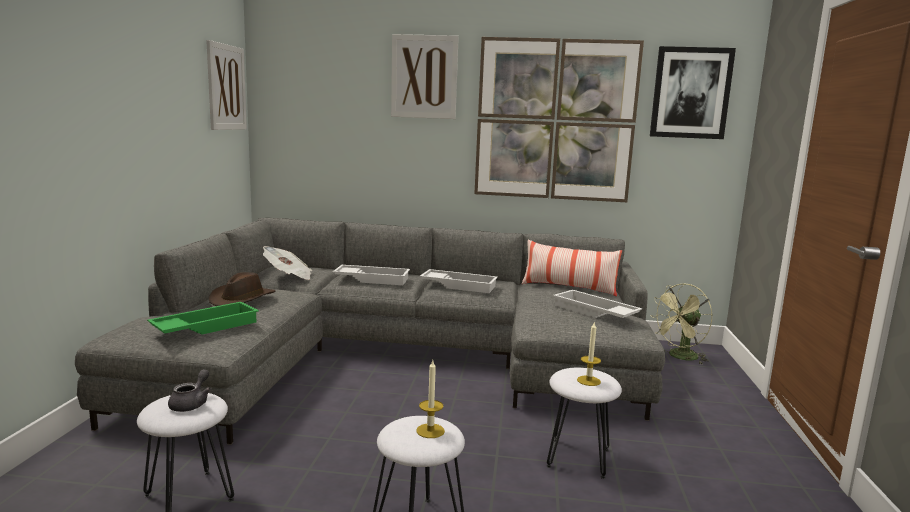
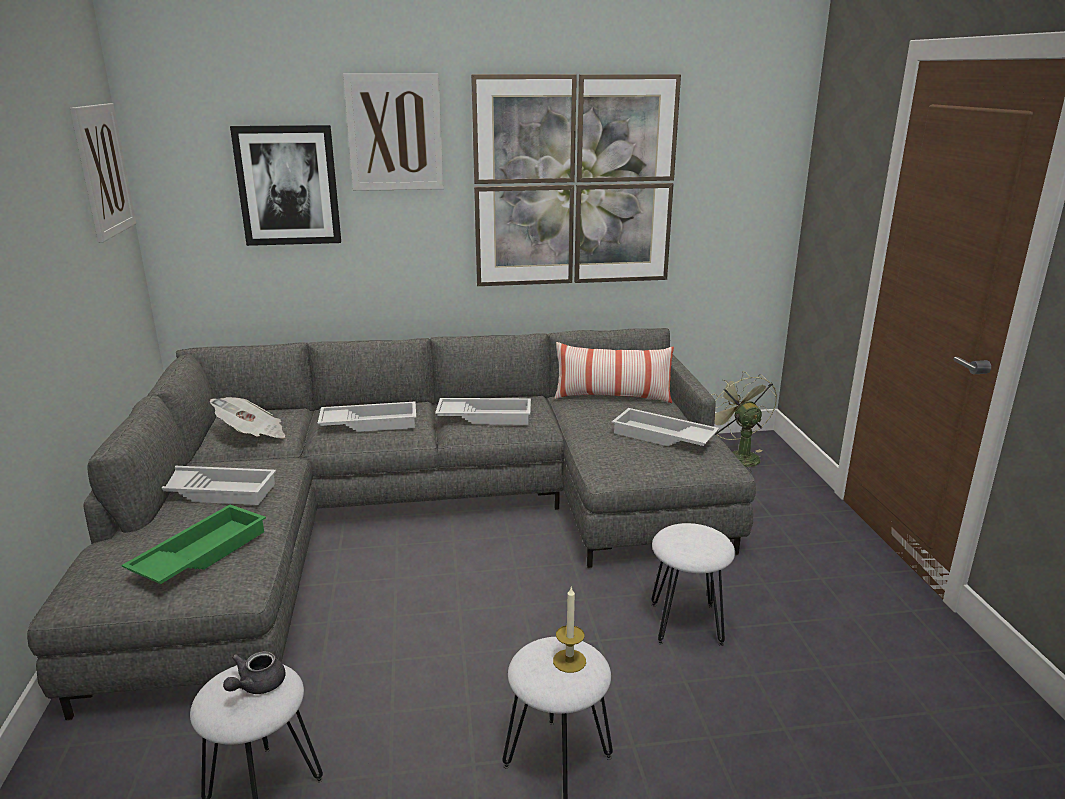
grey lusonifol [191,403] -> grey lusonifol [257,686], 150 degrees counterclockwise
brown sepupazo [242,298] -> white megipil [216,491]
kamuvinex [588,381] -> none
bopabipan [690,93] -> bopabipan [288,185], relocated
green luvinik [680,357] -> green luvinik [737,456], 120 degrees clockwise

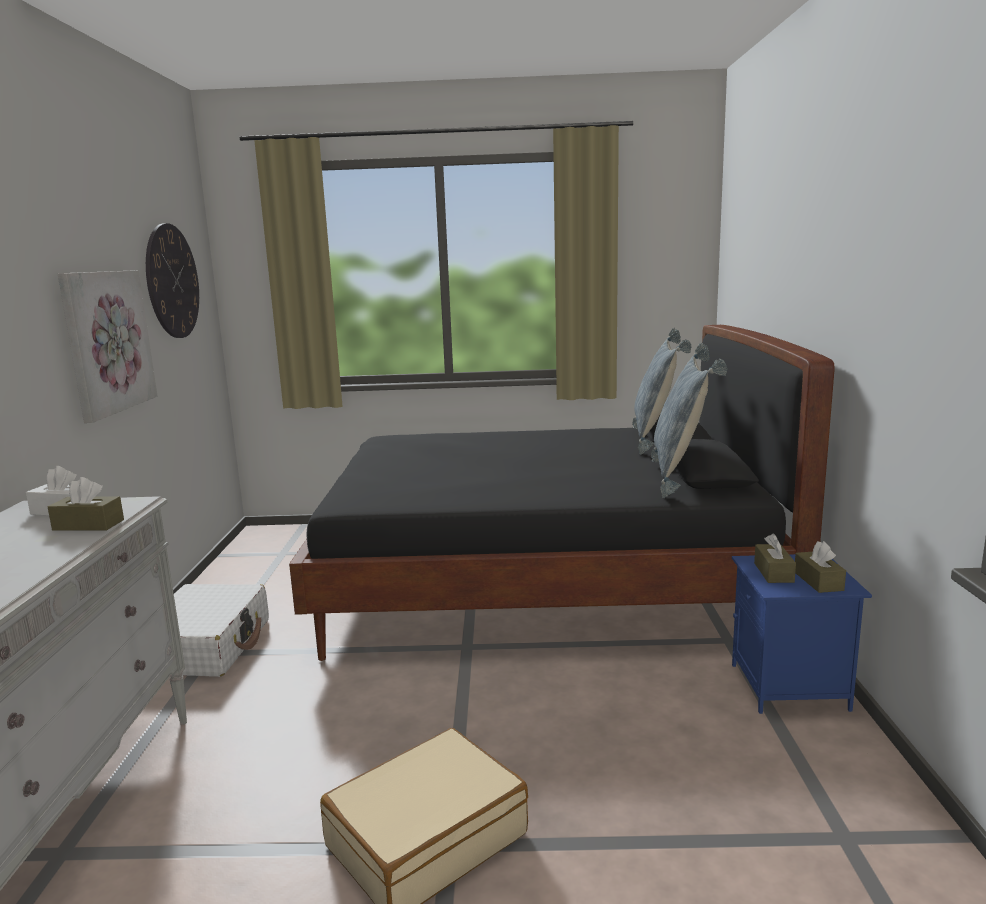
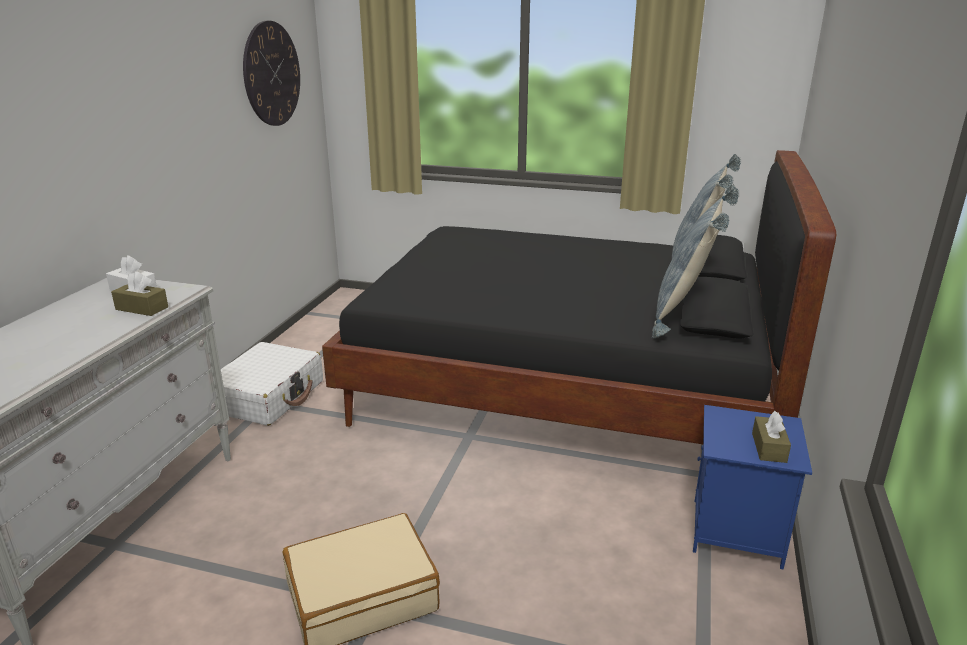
bopabipan [107,342] -> none
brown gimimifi [773,572] -> none

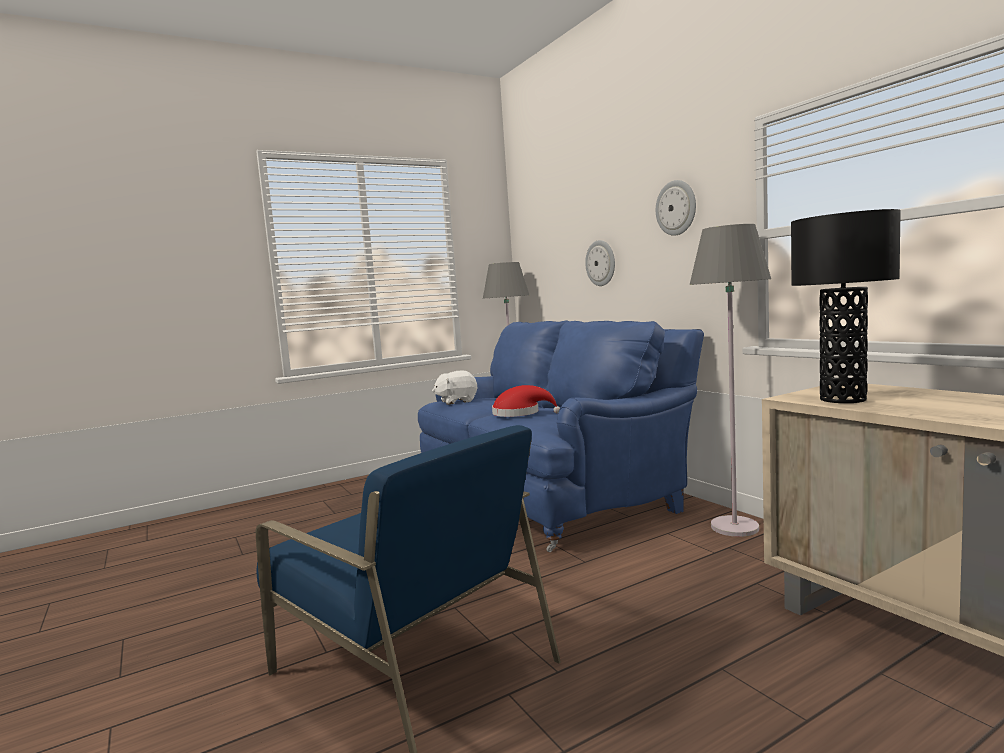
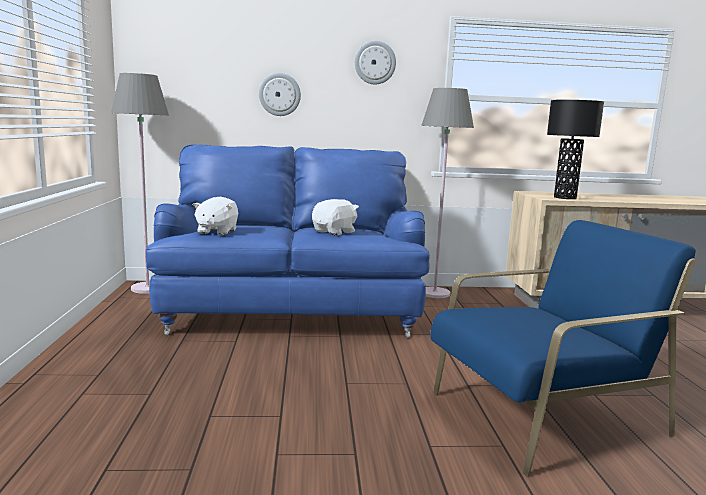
red sepupazo [520,413] -> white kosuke [335,232]

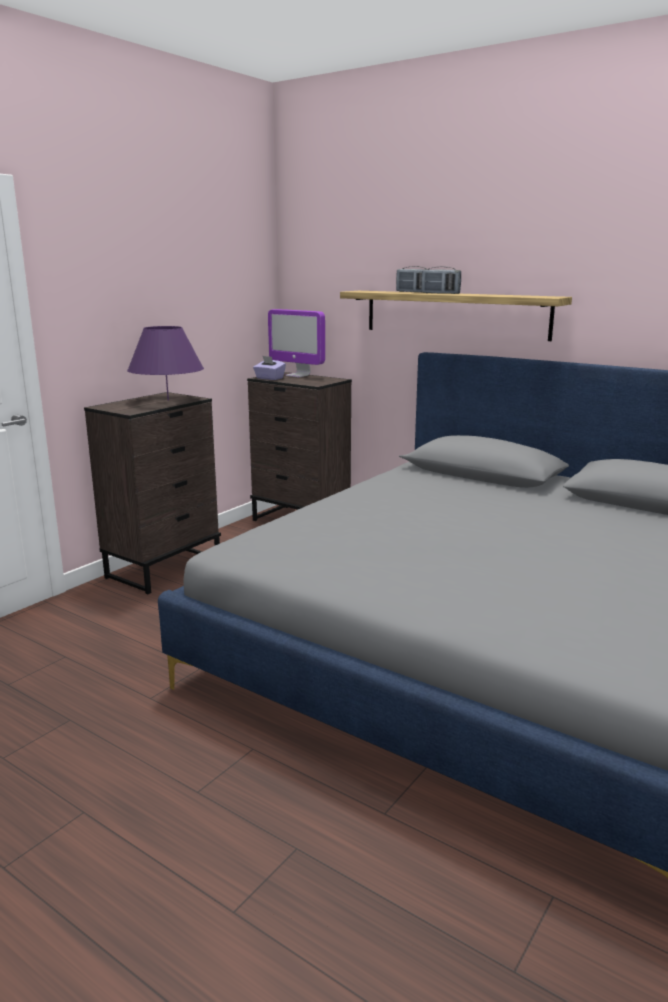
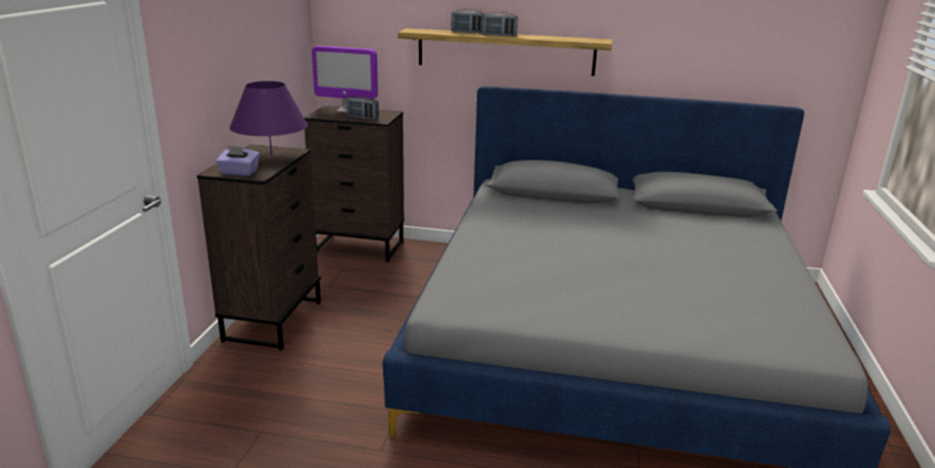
purple gimimifi [269,378] -> purple gimimifi [239,173], relocated
none -> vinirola [362,118]

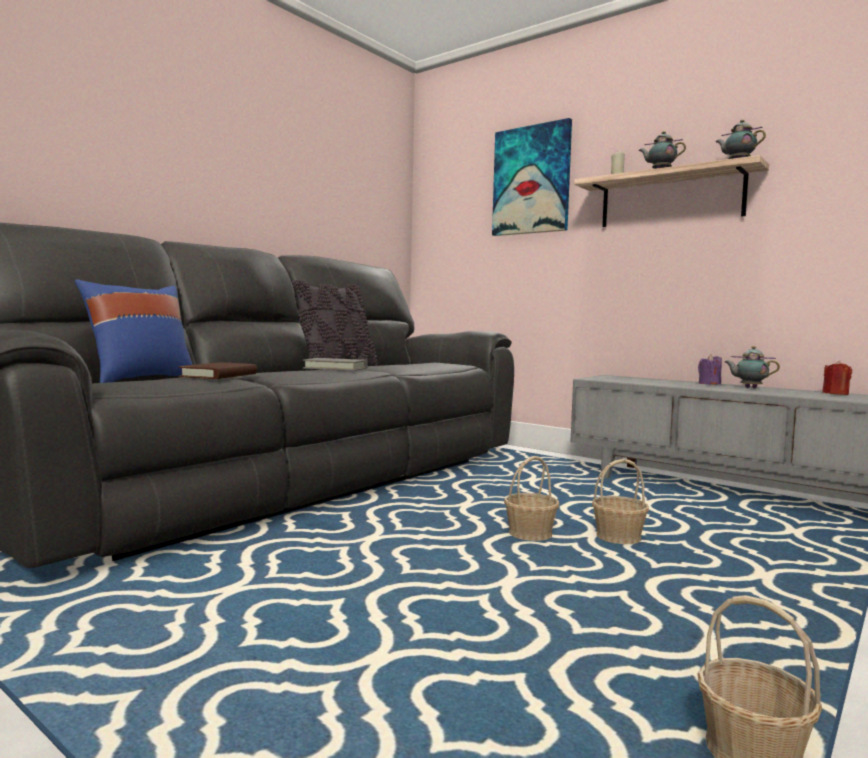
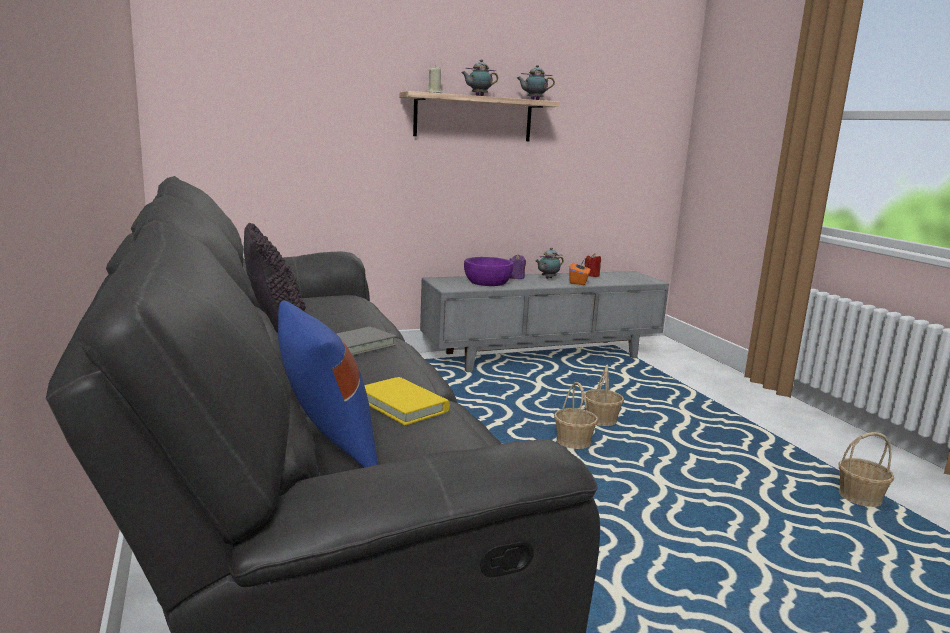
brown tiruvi [219,375] -> yellow tiruvi [402,405]
bopabipan [531,180] -> none
none -> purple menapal [487,282]
none -> orange gimimifi [578,282]

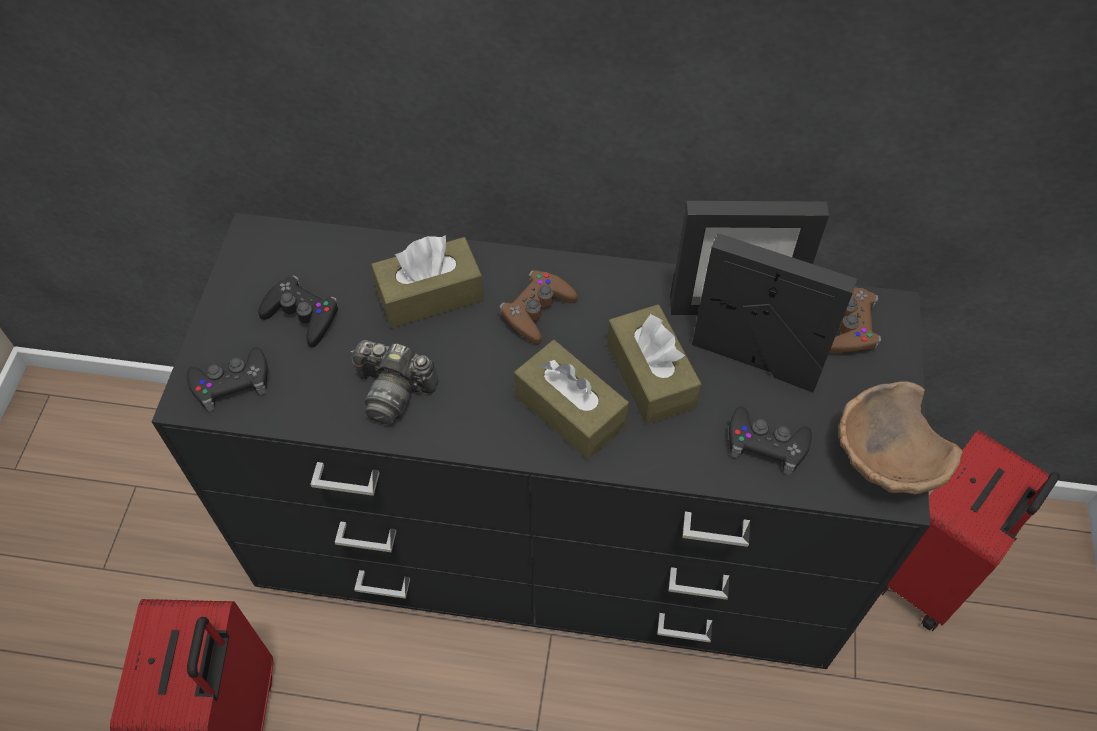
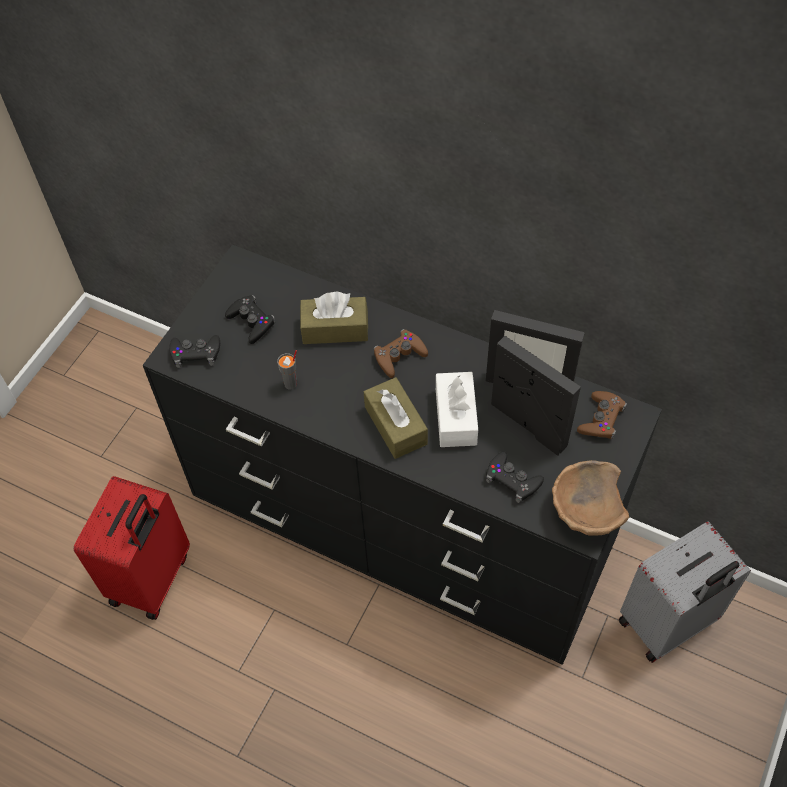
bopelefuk [393,391] -> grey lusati [291,384]
brown gimimifi [650,375] -> white gimimifi [456,417]
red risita [930,574] -> grey risita [667,624]

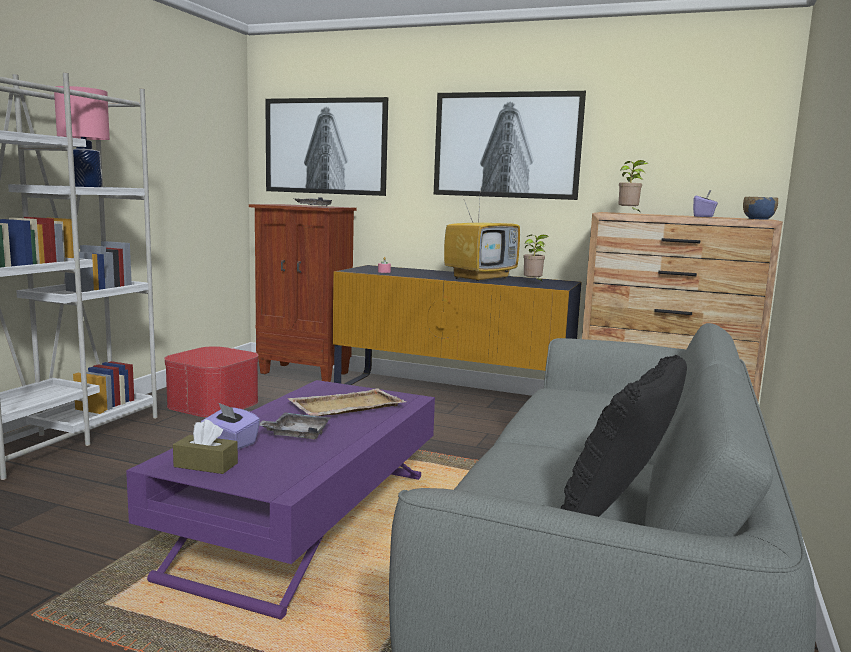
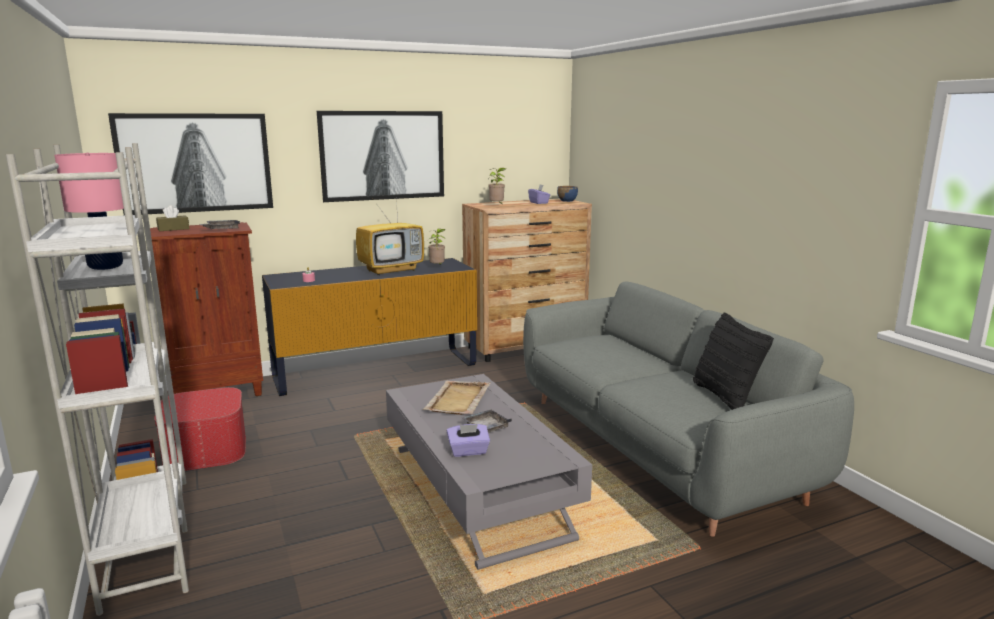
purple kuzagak [305,522] -> grey kuzagak [477,492]
brown gimimifi [206,465] -> brown gimimifi [173,229], relocated
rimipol [480,278] -> rimipol [392,270], 60 degrees clockwise

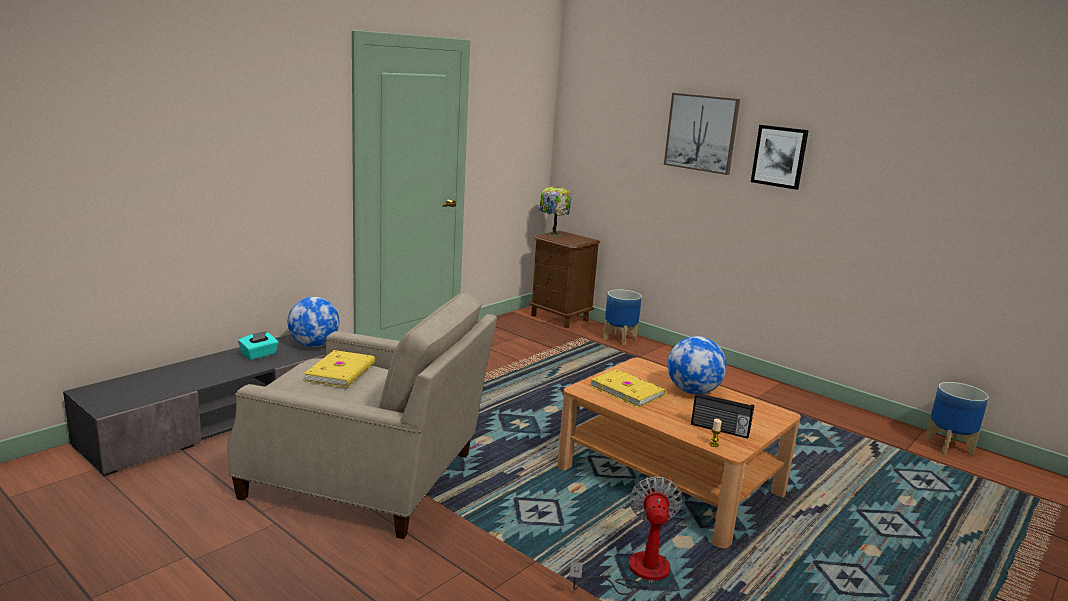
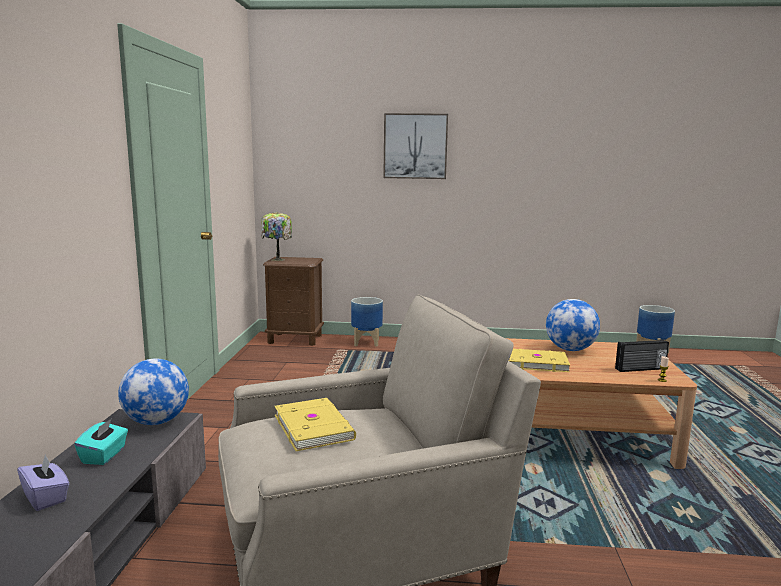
luvinik [636,572] -> none
bopabipan [779,156] -> none
none -> purple gimimifi [46,497]

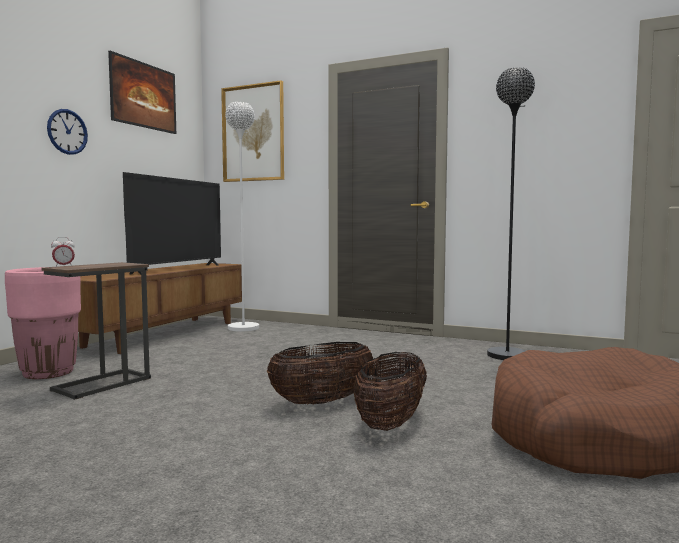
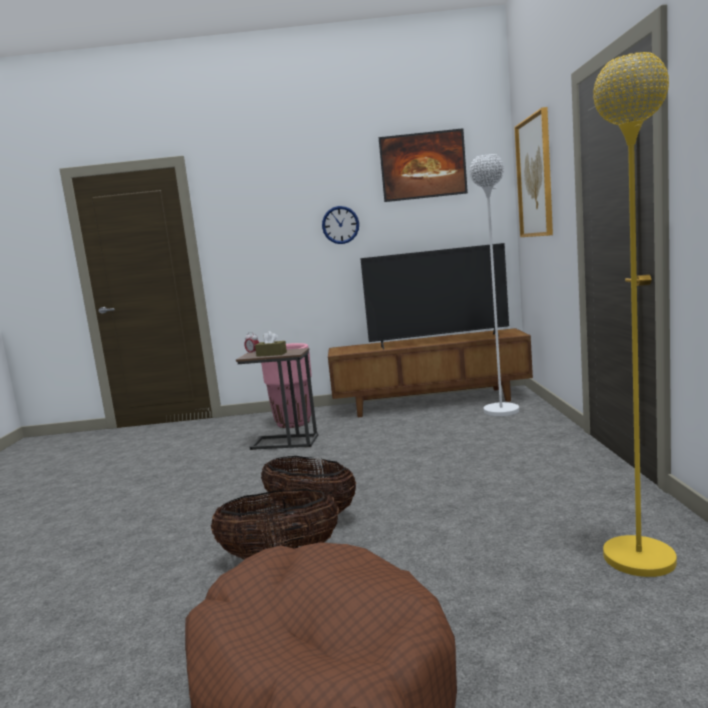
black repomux [507,355] -> yellow repomux [640,559]
none -> brown gimimifi [271,354]

